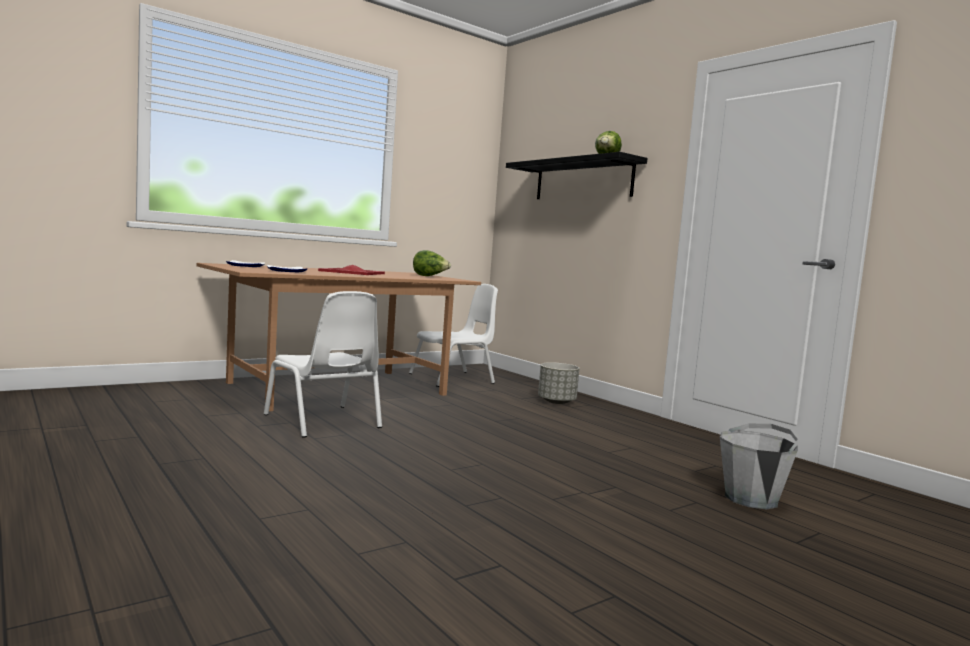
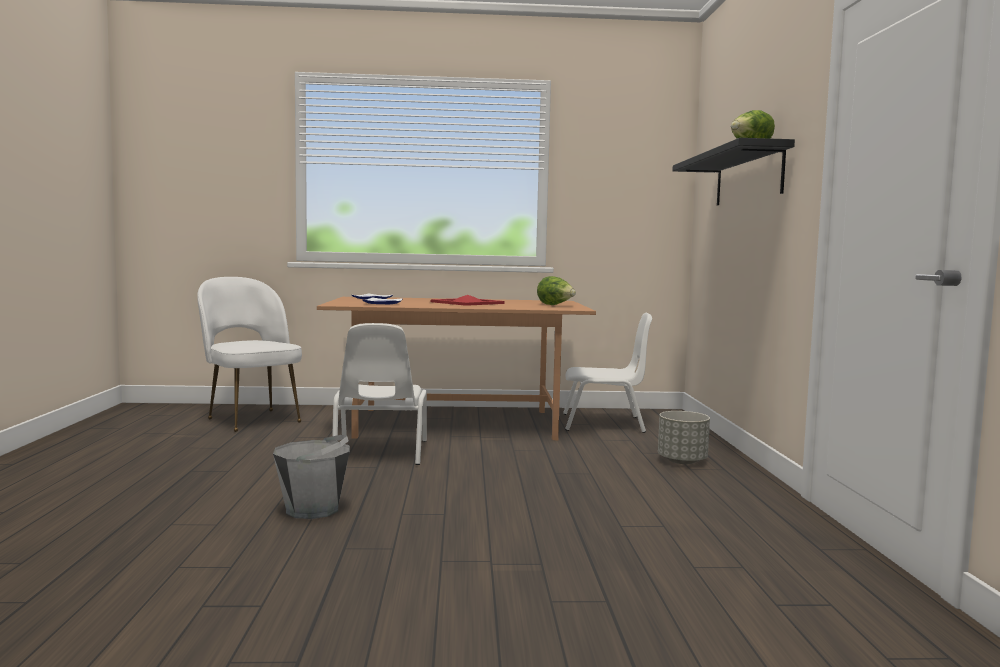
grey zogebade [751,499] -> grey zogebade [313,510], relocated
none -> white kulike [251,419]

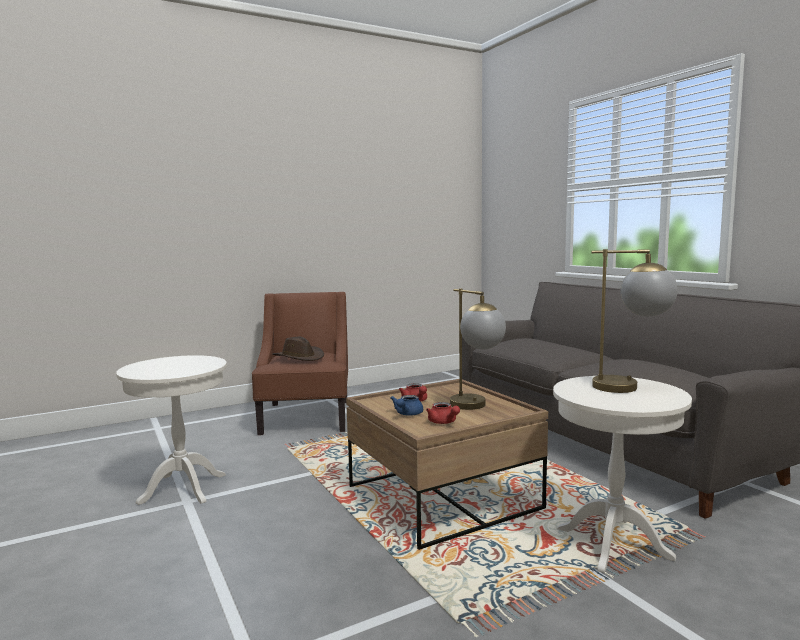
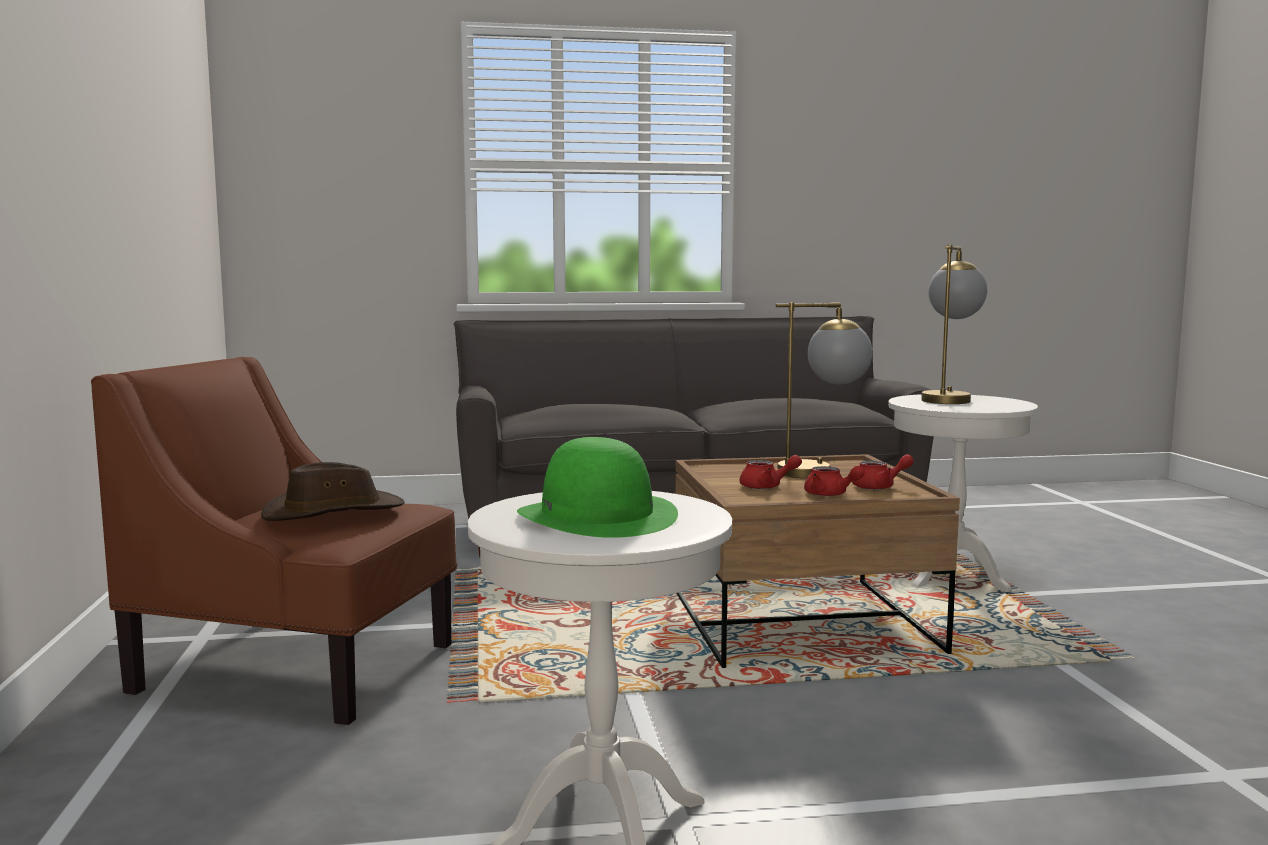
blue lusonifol [407,414] -> red lusonifol [830,495]
none -> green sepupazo [598,516]

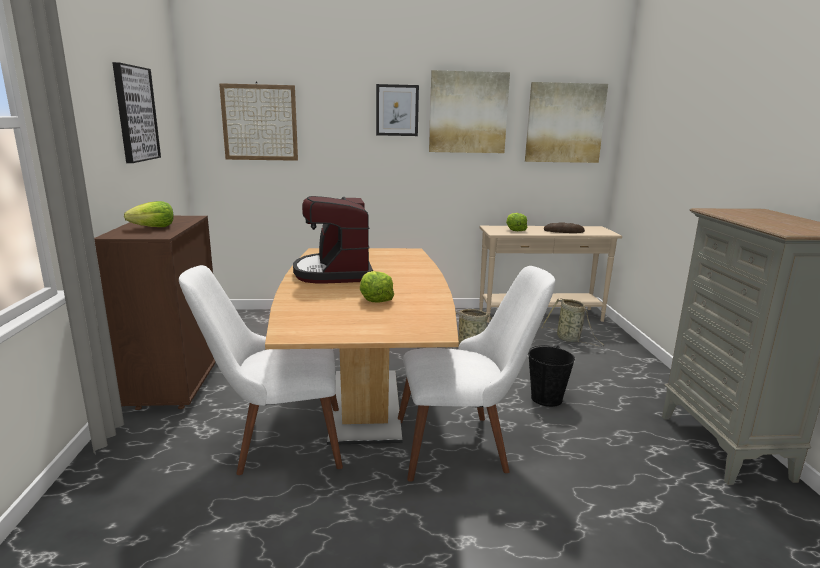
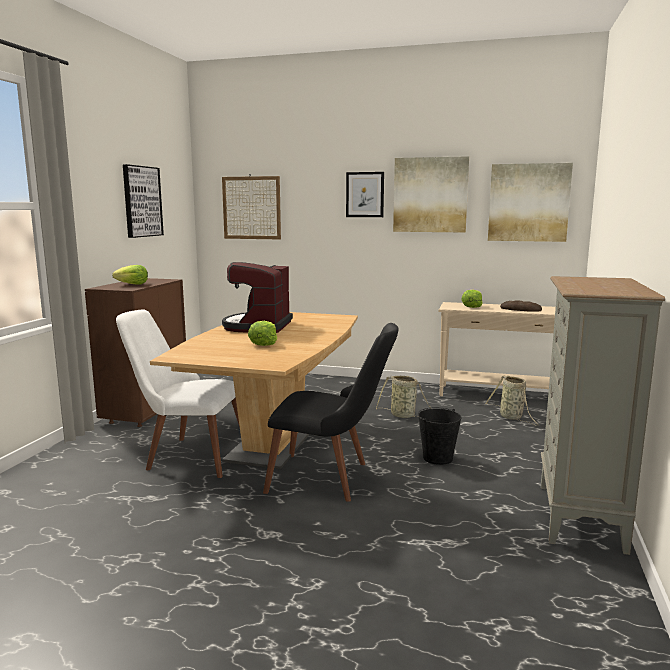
white kulike [466,444] -> black kulike [332,478]

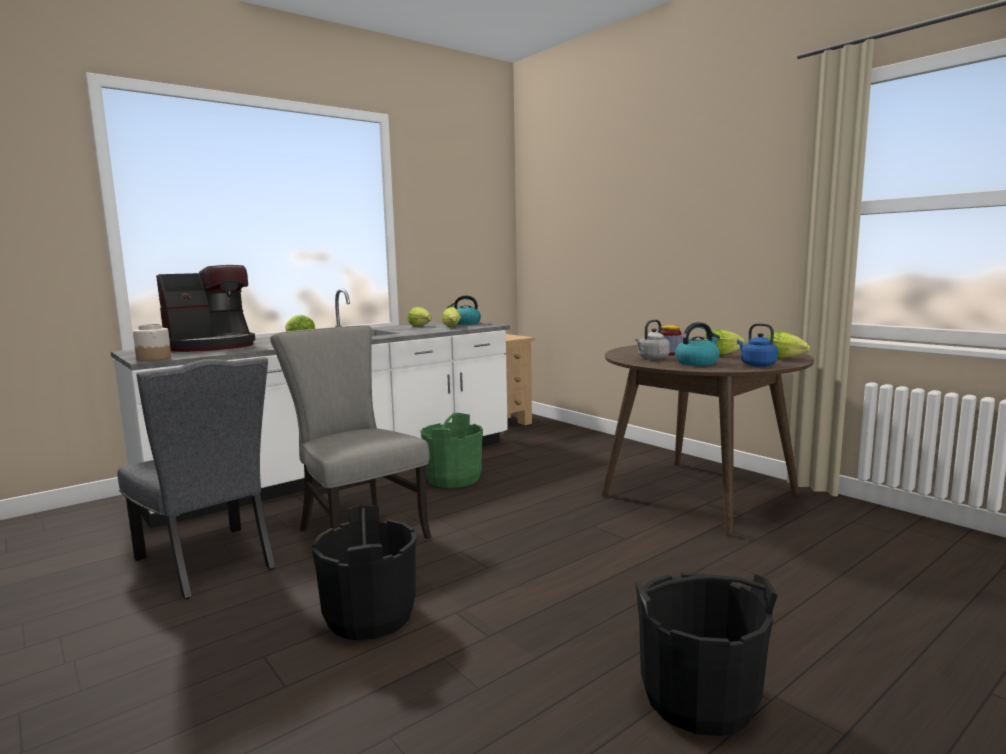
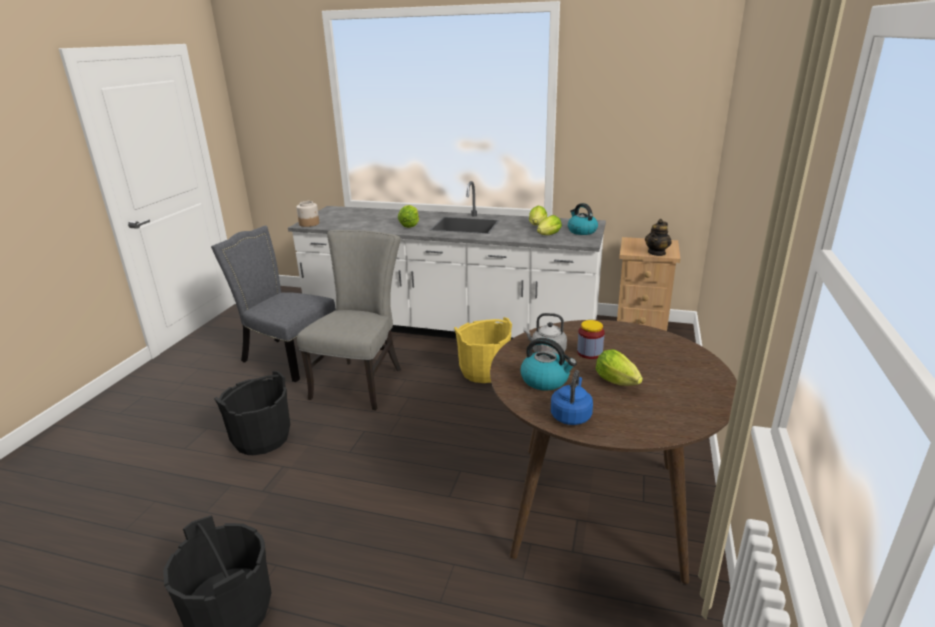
grey kulike [208,561] -> grey kulike [289,359], 105 degrees clockwise
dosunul [210,346] -> none
green zogebade [453,478] -> yellow zogebade [484,371]
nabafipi [785,359] -> none
none -> lusonifol [657,253]

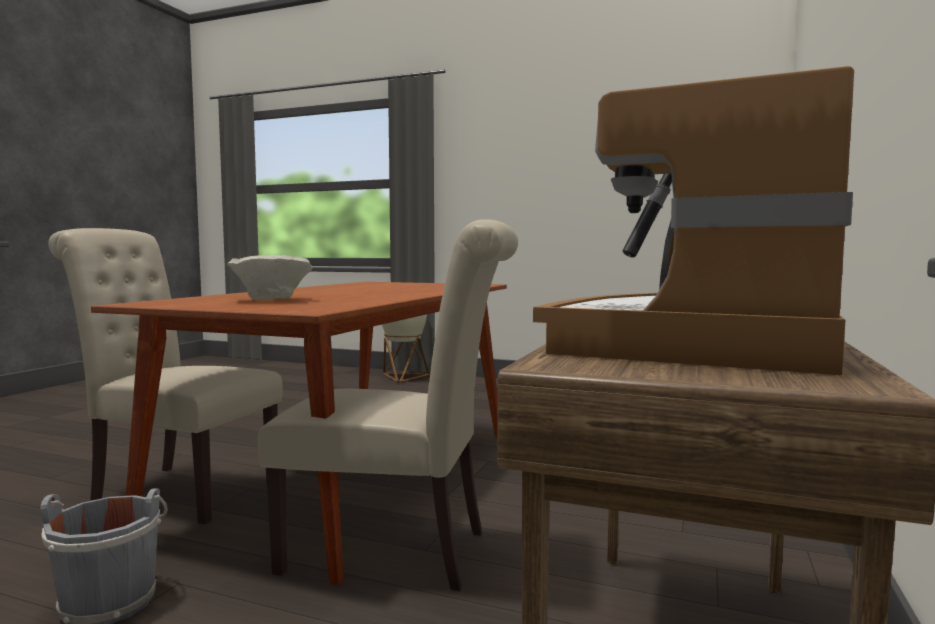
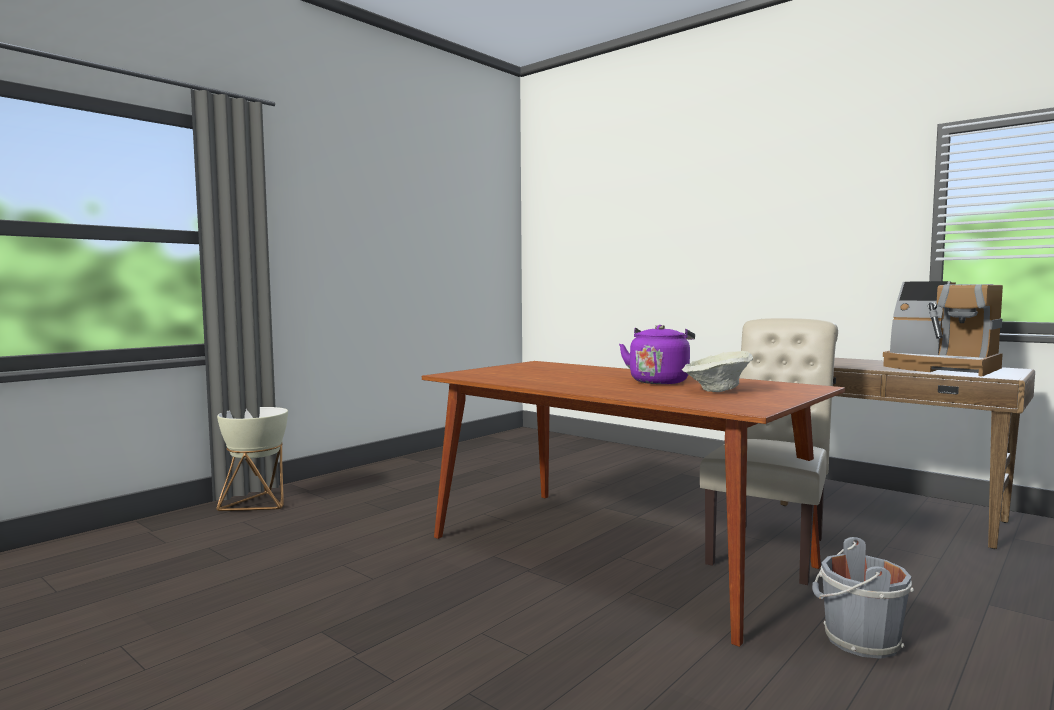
beige kulike [176,490] -> none
none -> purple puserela [659,381]

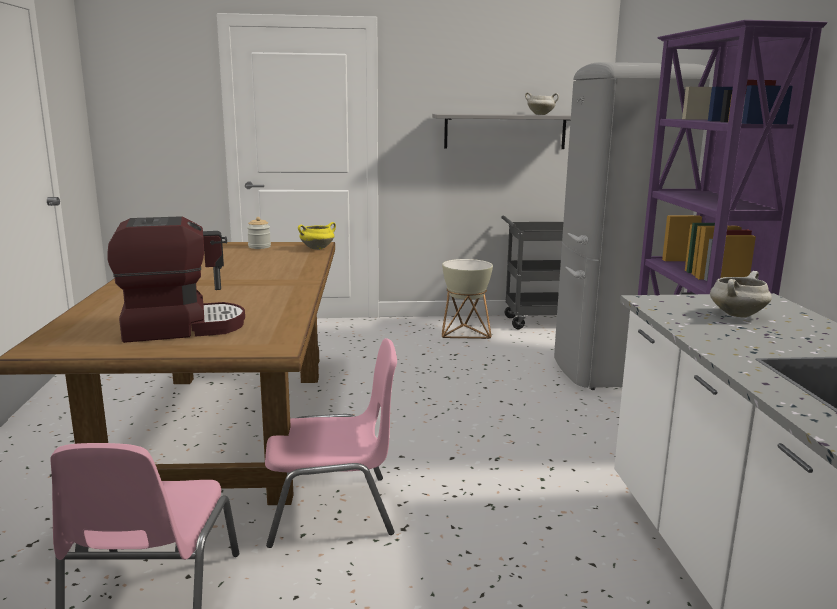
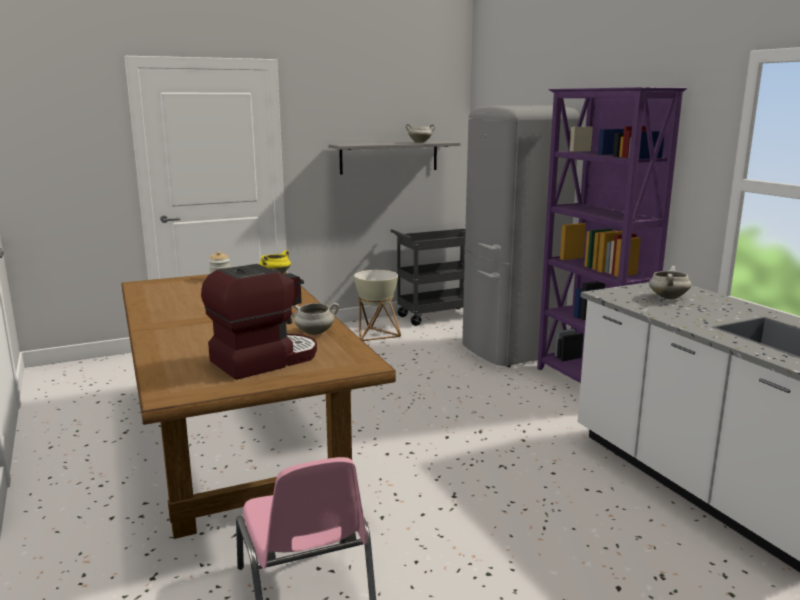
pink kulike [332,509] -> none
none -> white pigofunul [314,333]

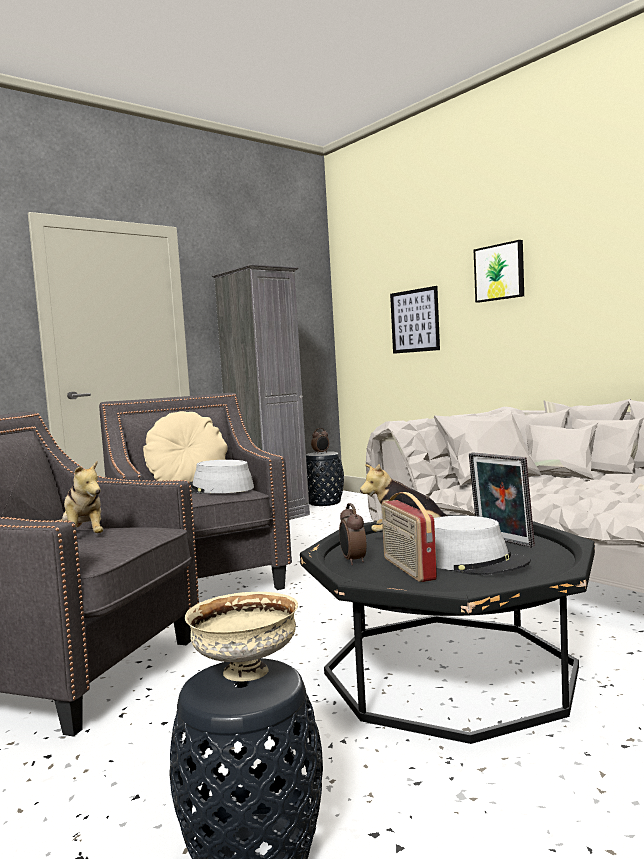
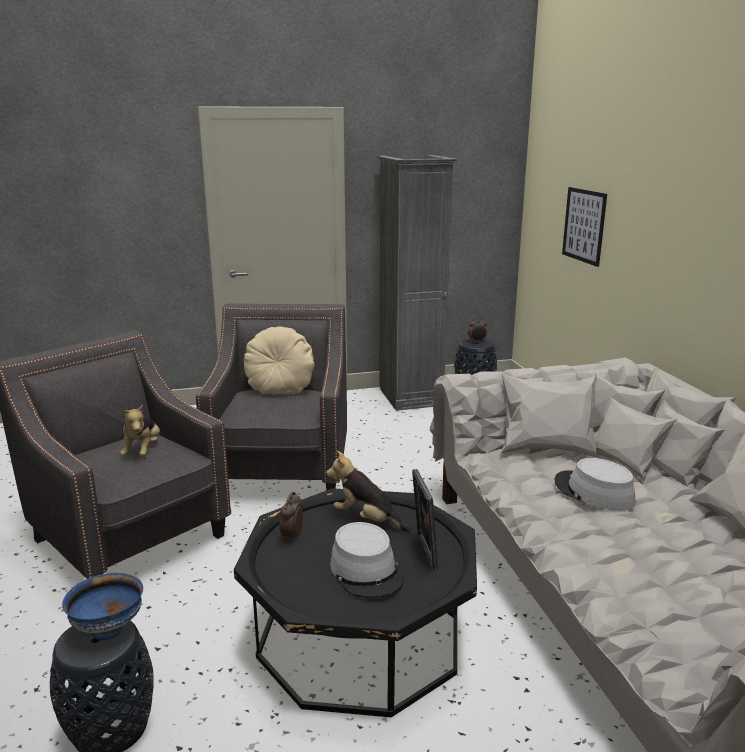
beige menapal [245,671] -> blue menapal [108,629]
grey sepupazo [216,489] -> grey sepupazo [593,492], relocated
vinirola [407,569] -> none
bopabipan [500,272] -> none

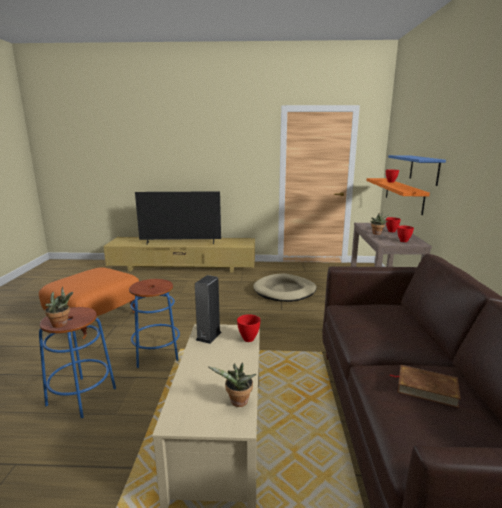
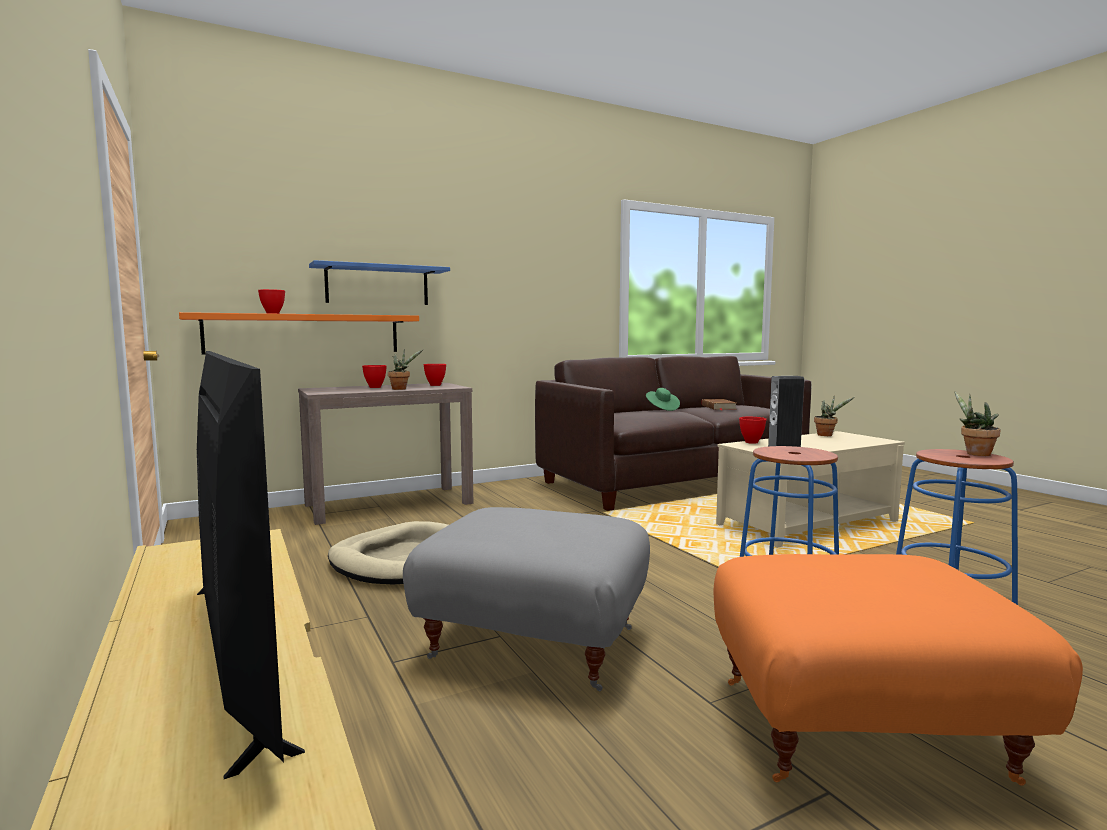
none -> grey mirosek [532,645]
none -> green sepupazo [662,409]

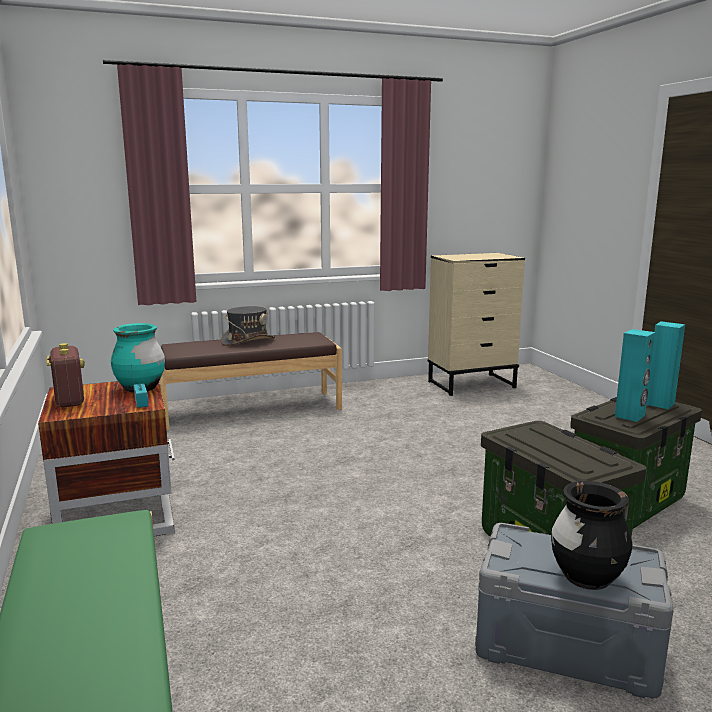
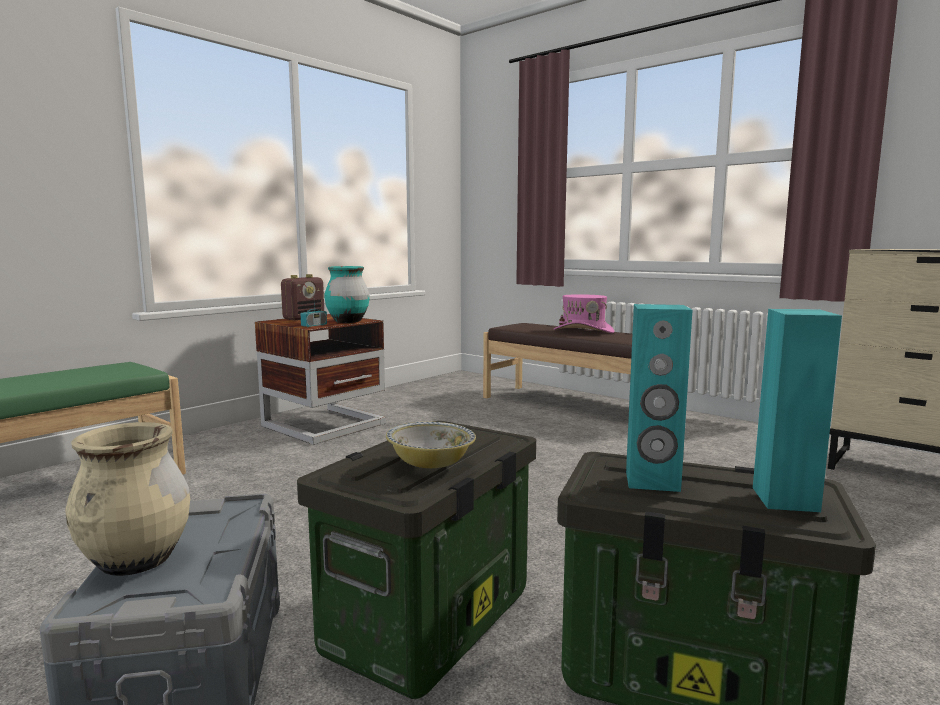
grey sepupazo [248,341] -> pink sepupazo [583,331]
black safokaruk [586,578] -> beige safokaruk [137,561]
none -> menapal [431,463]

